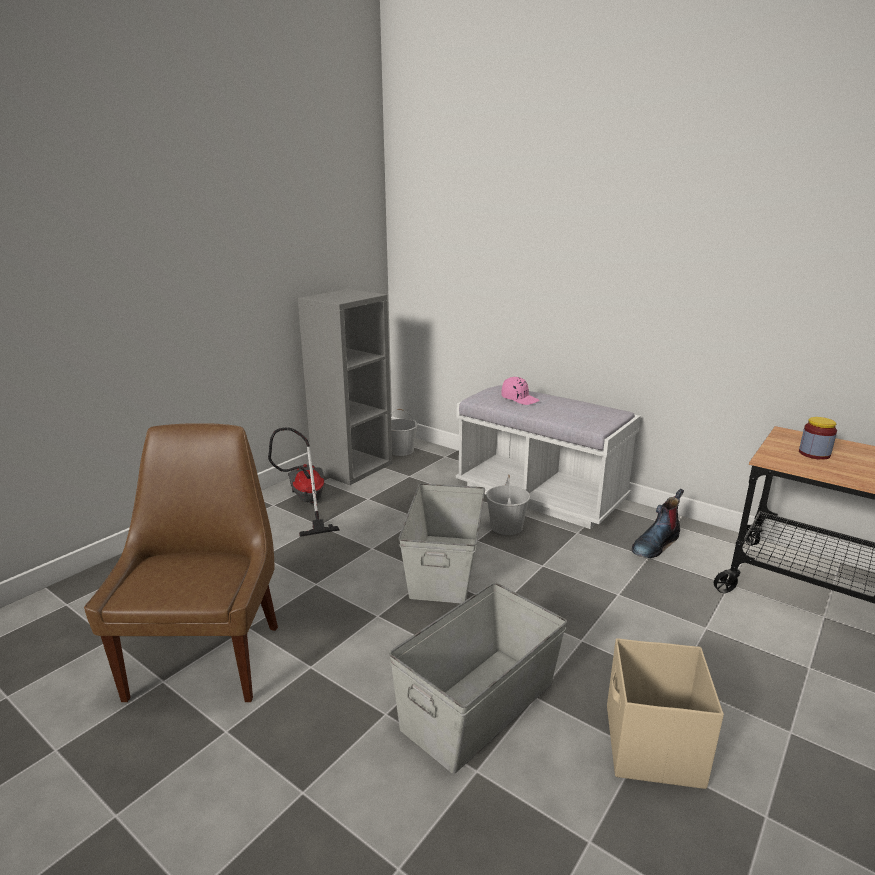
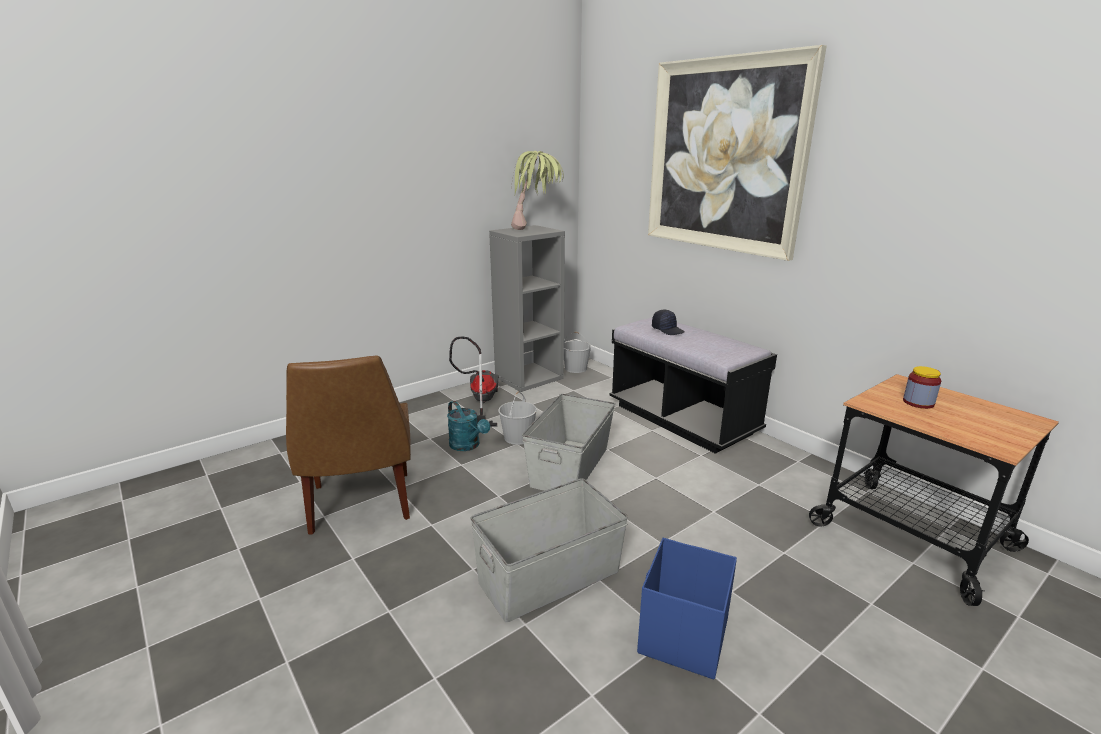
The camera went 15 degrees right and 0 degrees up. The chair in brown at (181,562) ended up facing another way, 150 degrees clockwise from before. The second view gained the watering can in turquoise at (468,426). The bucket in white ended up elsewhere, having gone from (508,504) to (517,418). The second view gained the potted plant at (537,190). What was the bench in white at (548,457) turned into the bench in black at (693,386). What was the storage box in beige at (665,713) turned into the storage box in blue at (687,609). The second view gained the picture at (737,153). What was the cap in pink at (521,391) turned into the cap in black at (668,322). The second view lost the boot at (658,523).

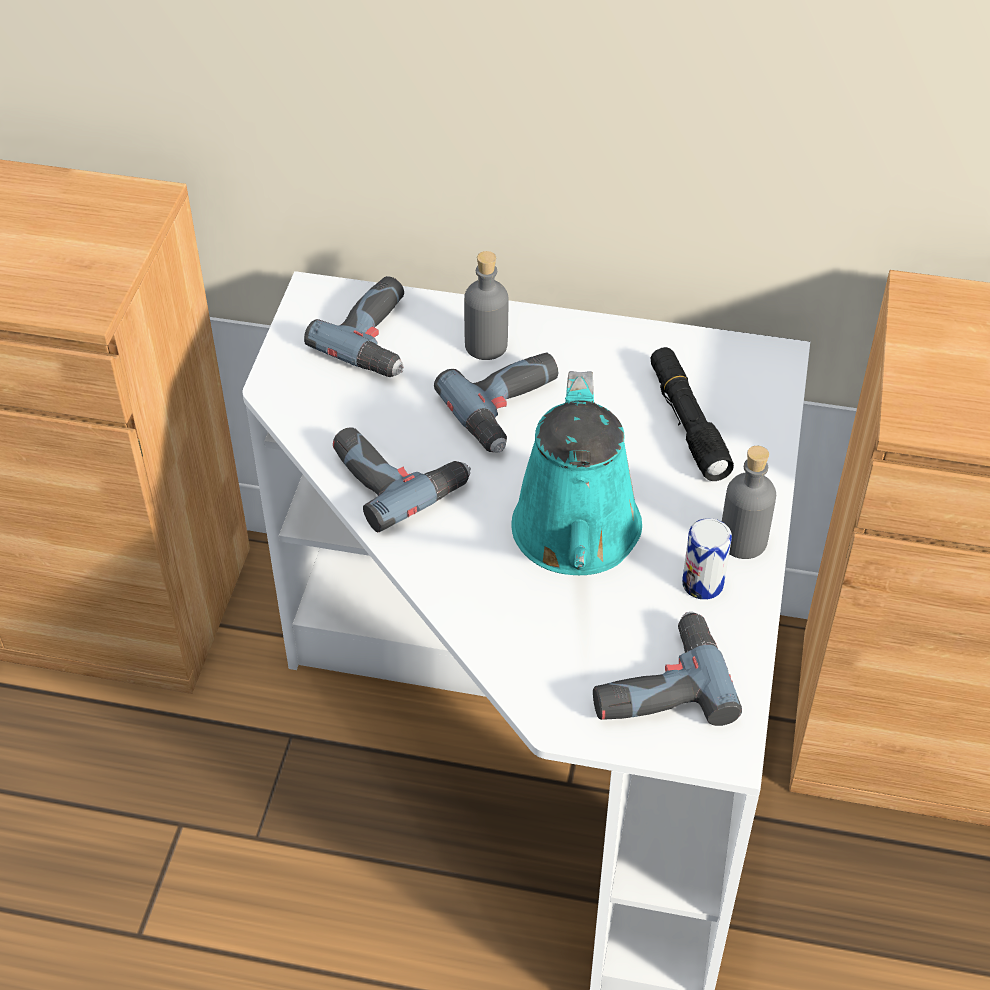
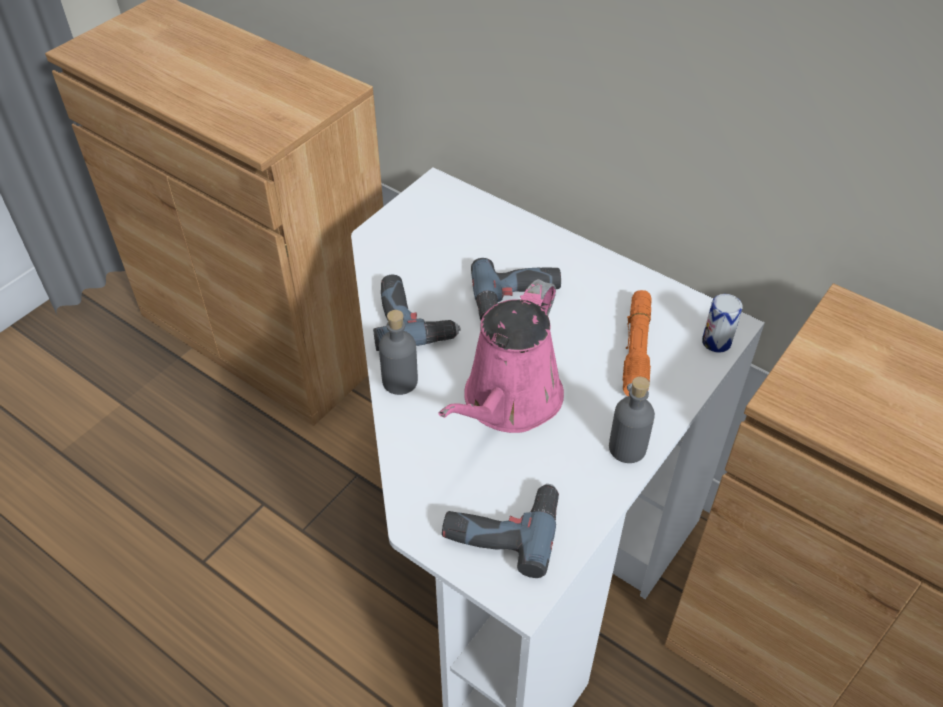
The camera went 25 degrees right and 0 degrees up. The bottle in grey ended up elsewhere, having gone from (486,305) to (398,352). What was the watering can in turquoise at (576,473) turned into the watering can in pink at (501,356). What was the flashlight in black at (692,414) turned into the flashlight in orange at (637,343). The can ended up elsewhere, having gone from (707,559) to (722,323). The second view lost the power drill at (354,326).

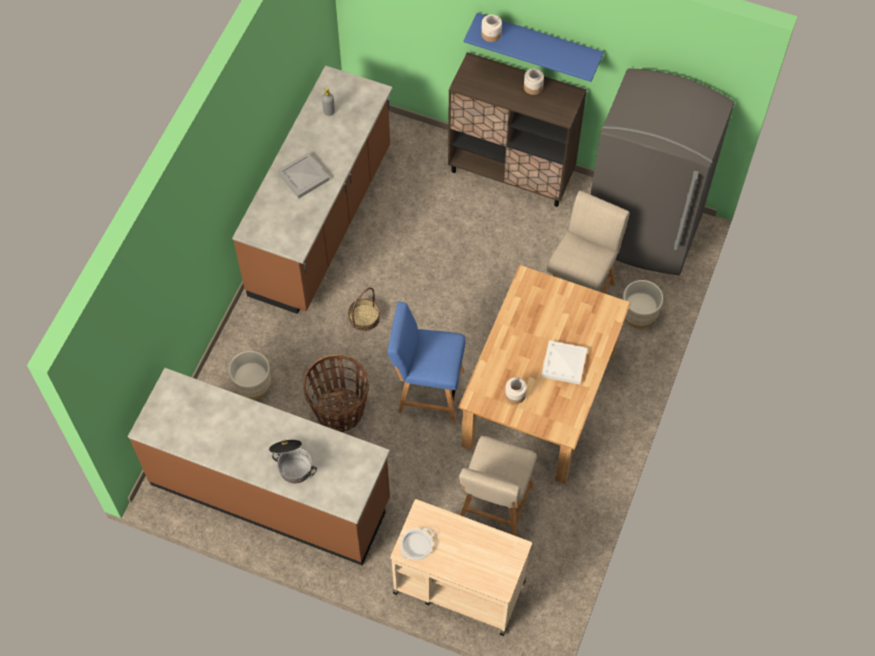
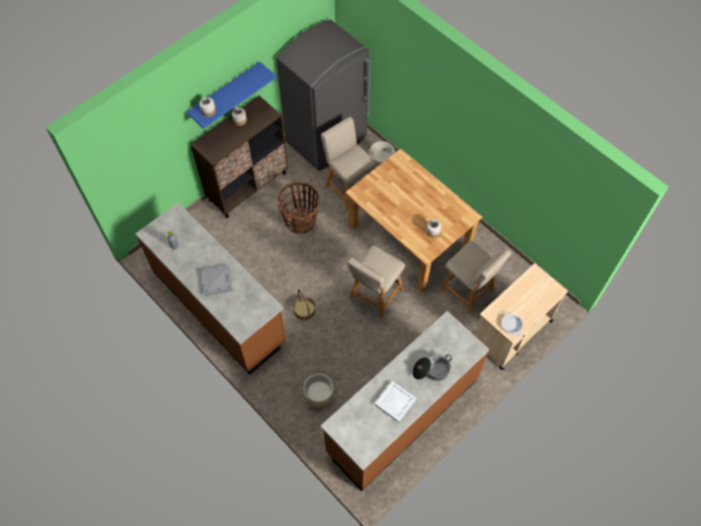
The camera went 65 degrees left and 0 degrees up. The basket ended up elsewhere, having gone from (336,393) to (298,208). What was the chair in blue at (426,362) turned into the chair in beige at (376,281). The tray in white ended up elsewhere, having gone from (564,362) to (395,402).

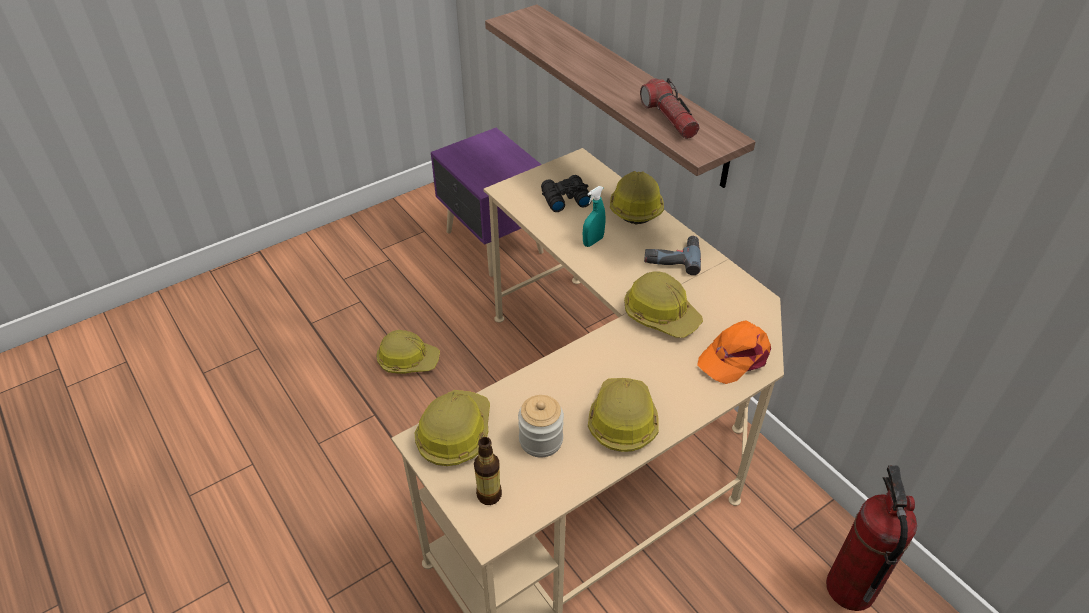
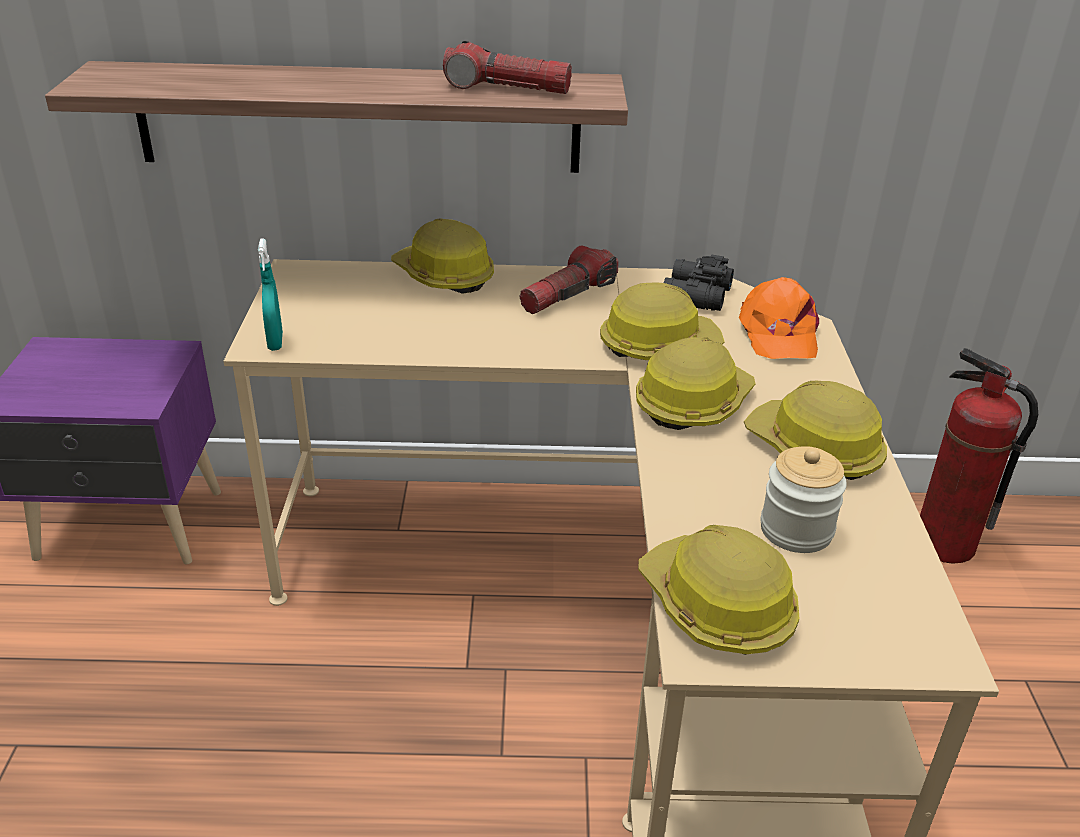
The camera went 55 degrees left and 10 degrees down. The spray bottle in turquoise ended up elsewhere, having gone from (594,216) to (270,294). Where the power drill stood at (672,255), the flashlight came to stand at (569,279). The hard hat ended up elsewhere, having gone from (408,352) to (695,383). The binoculars in black ended up elsewhere, having gone from (566,193) to (699,283). The second view lost the bottle at (488,471).

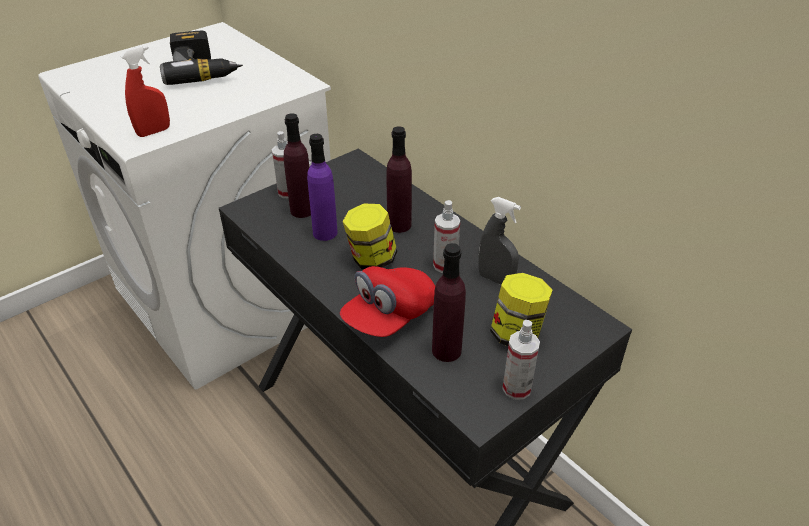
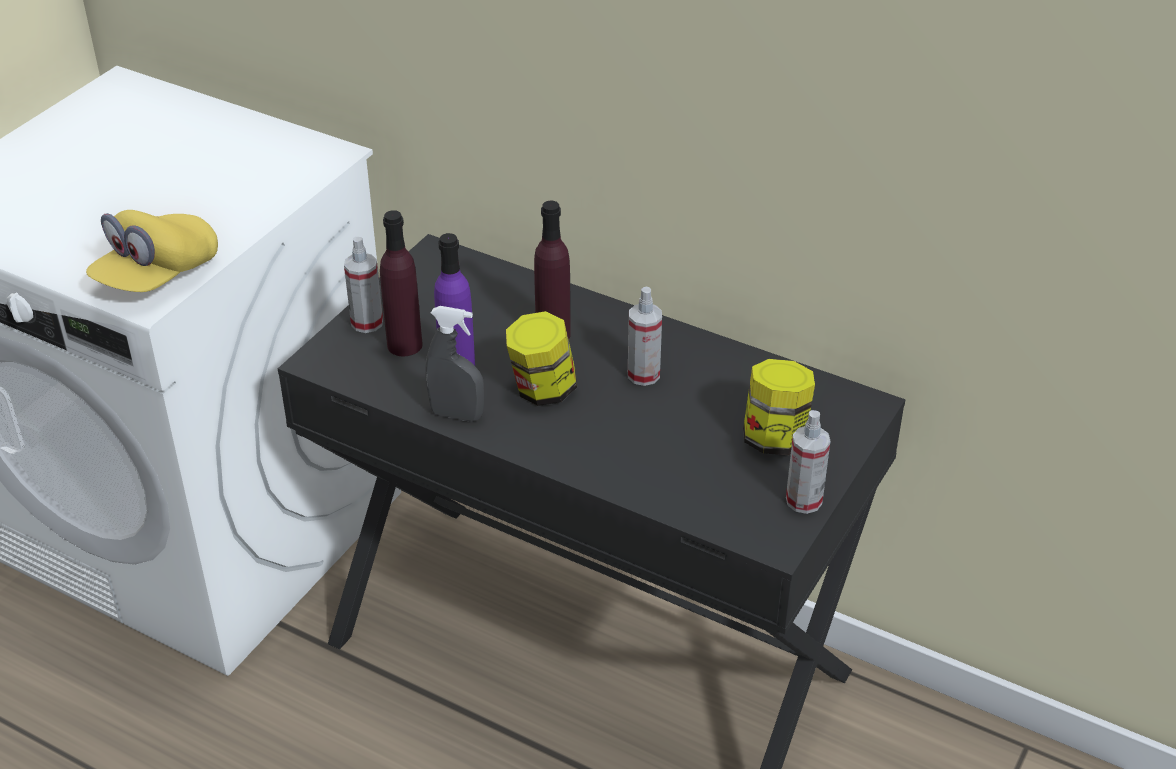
The camera went 20 degrees left and 0 degrees up. Where the spray bottle in red stood at (145,91), the cap in yellow came to stand at (152,251). The spray bottle in grey ended up elsewhere, having gone from (499,241) to (454,364). The second view lost the power drill at (201,58). The second view lost the cap in red at (388,301). The second view lost the bottle in purple at (449,302).

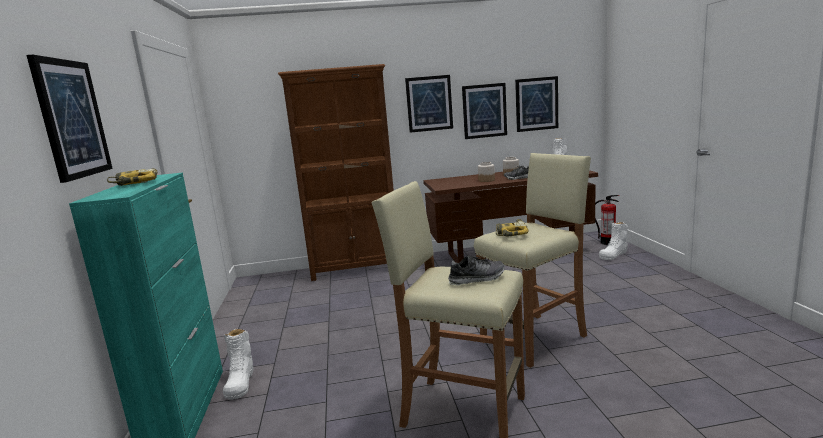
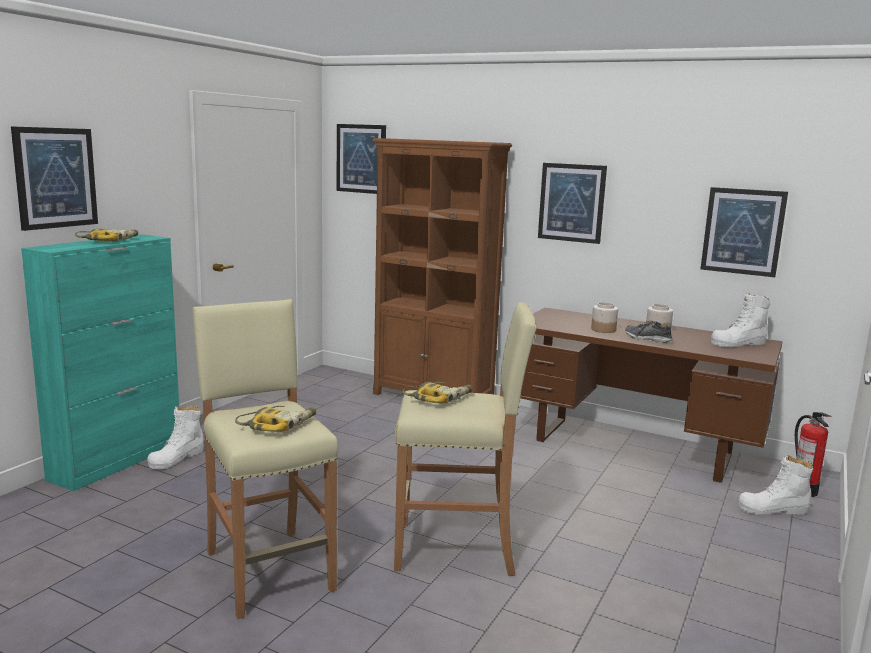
The camera went 35 degrees right and 0 degrees up. Where the shoe stood at (476,270), the power drill came to stand at (275,419). The picture ended up elsewhere, having gone from (484,111) to (361,159).

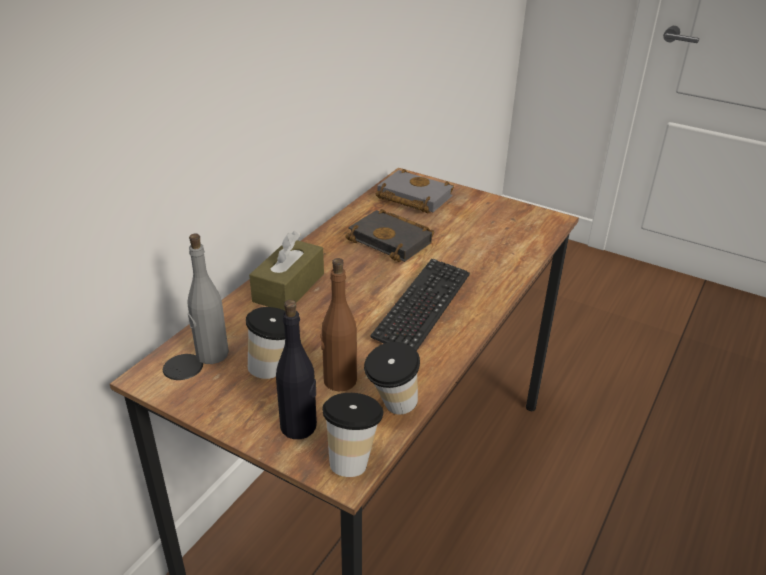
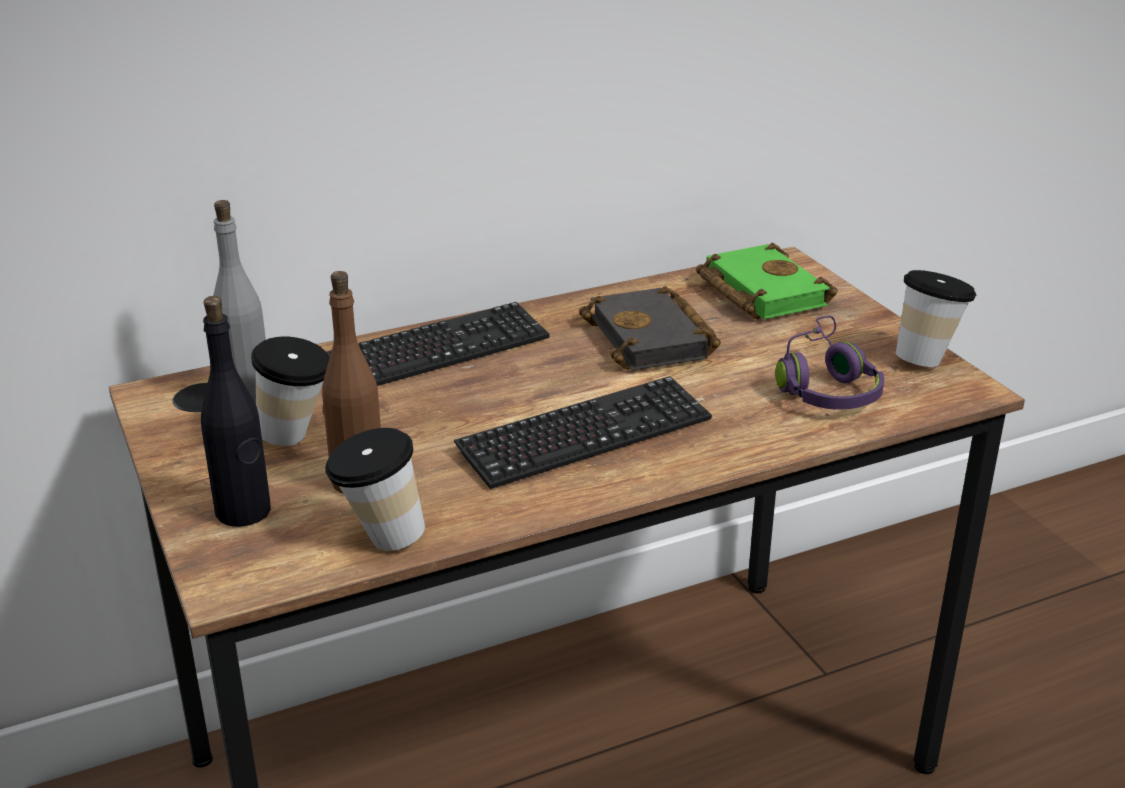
The camera went 35 degrees right and 5 degrees down. Where the tissue box in brown stood at (286,270), the keyboard came to stand at (438,344). What was the book in grey at (415,191) turned into the book in green at (767,281). The second view gained the headphones in purple at (829,363). The cup ended up elsewhere, having gone from (352,435) to (936,318).

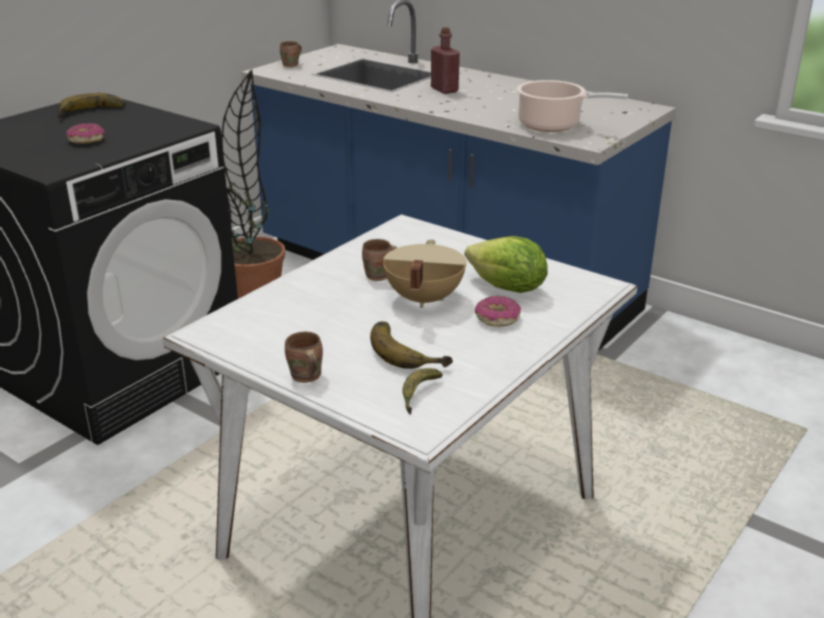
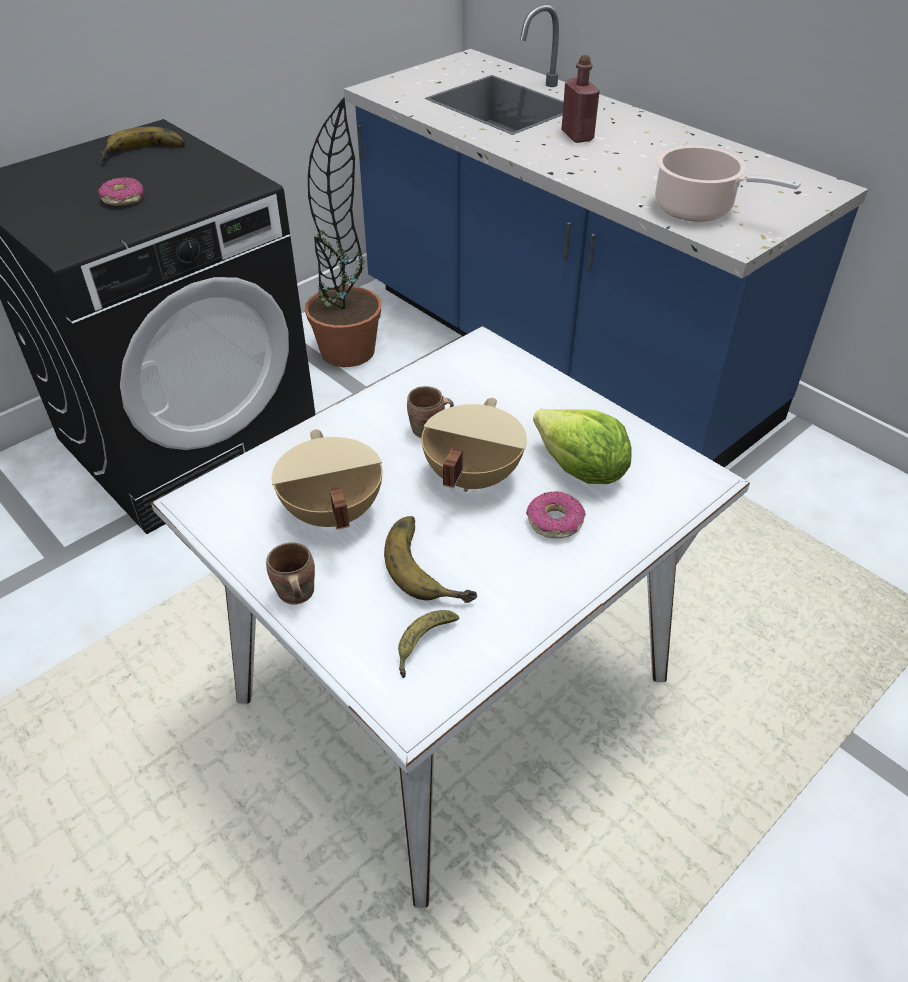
The camera went 10 degrees right and 15 degrees up. The second view gained the cooking pot in beige at (327,479). The second view lost the mug in brown at (291,54).

